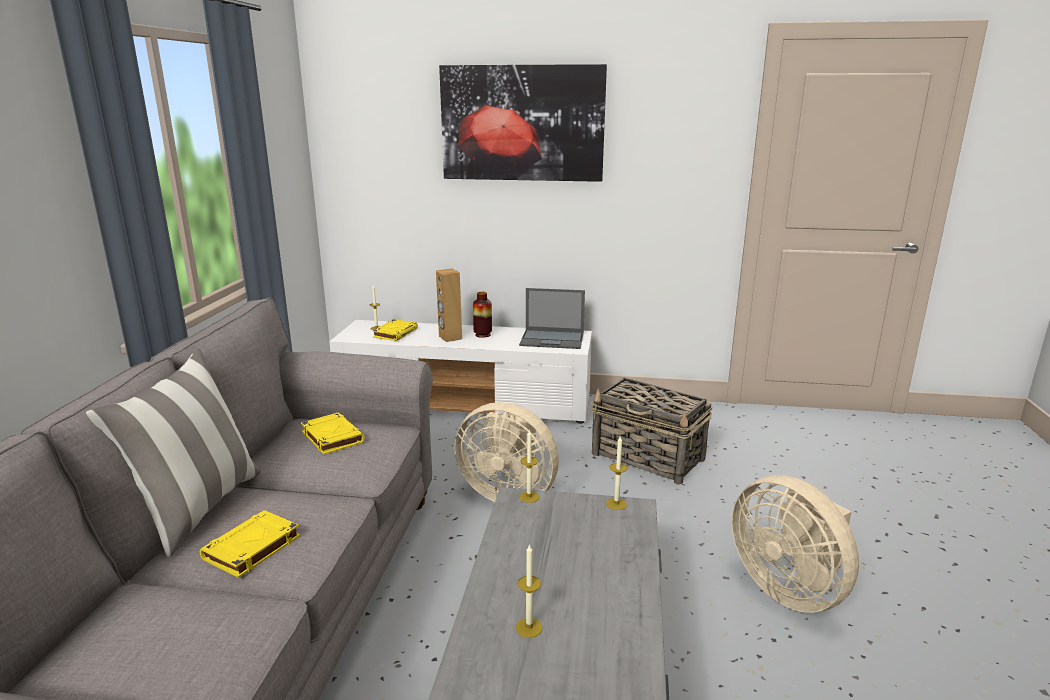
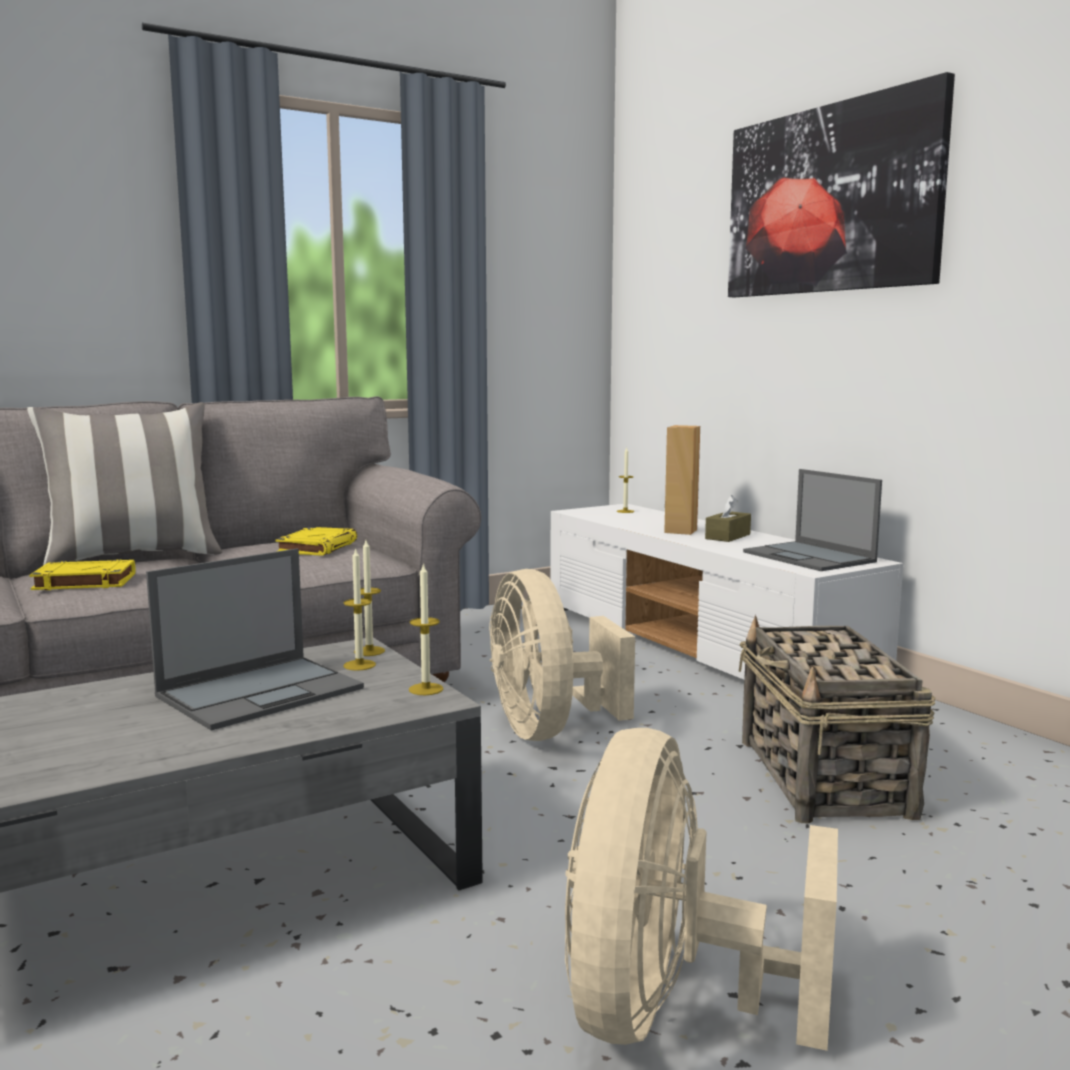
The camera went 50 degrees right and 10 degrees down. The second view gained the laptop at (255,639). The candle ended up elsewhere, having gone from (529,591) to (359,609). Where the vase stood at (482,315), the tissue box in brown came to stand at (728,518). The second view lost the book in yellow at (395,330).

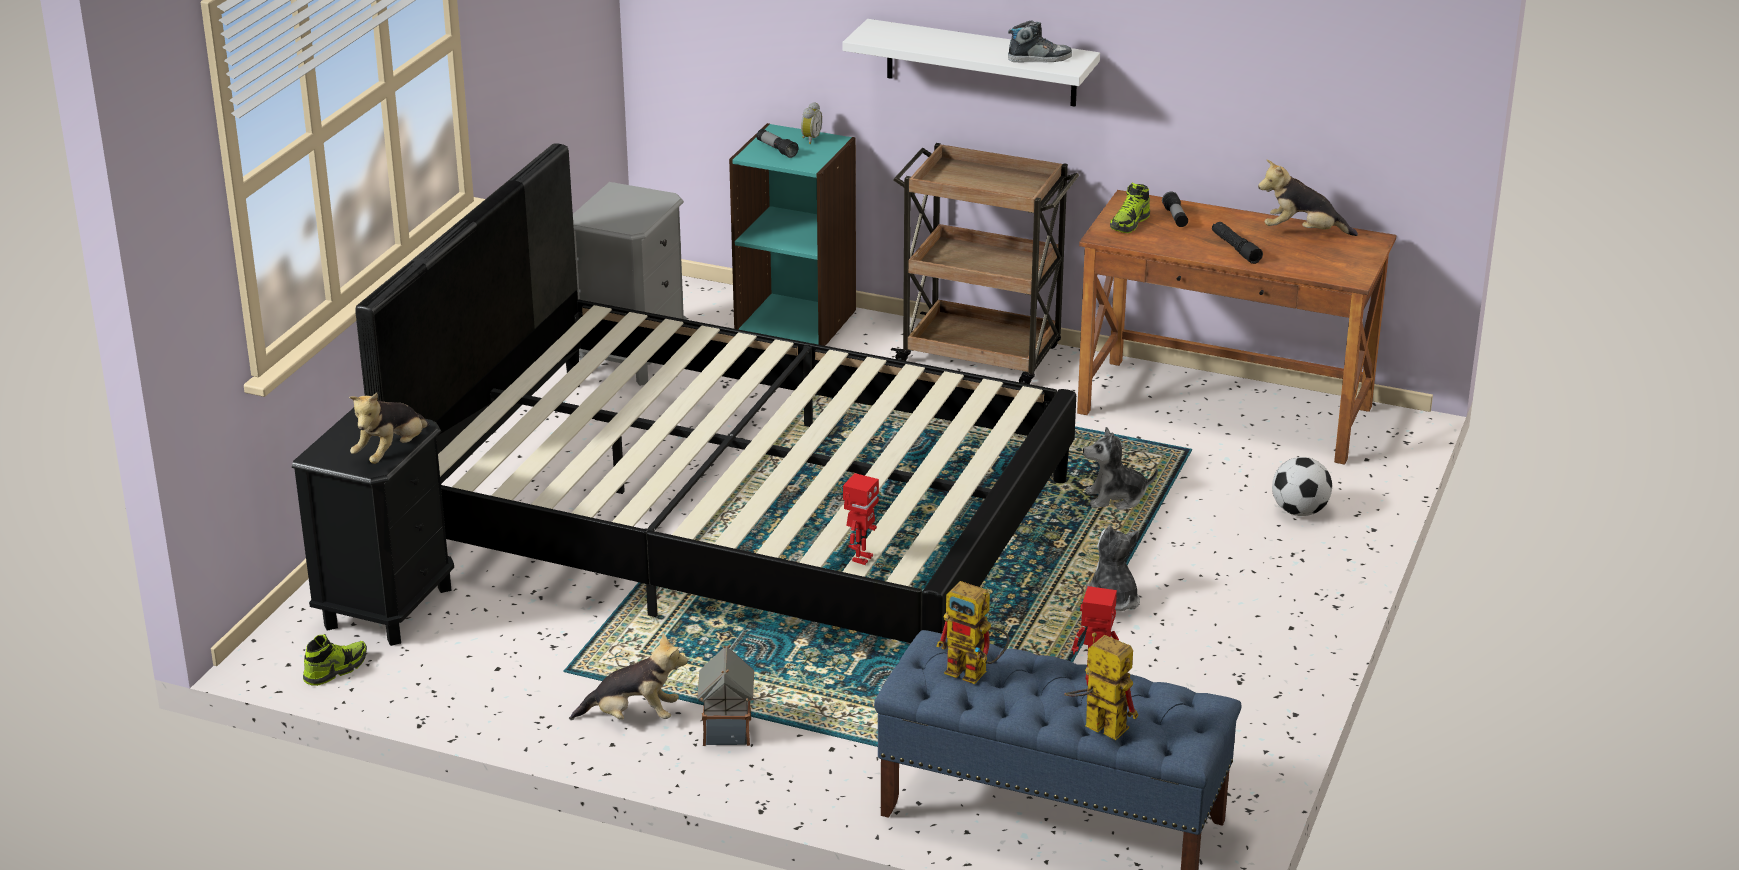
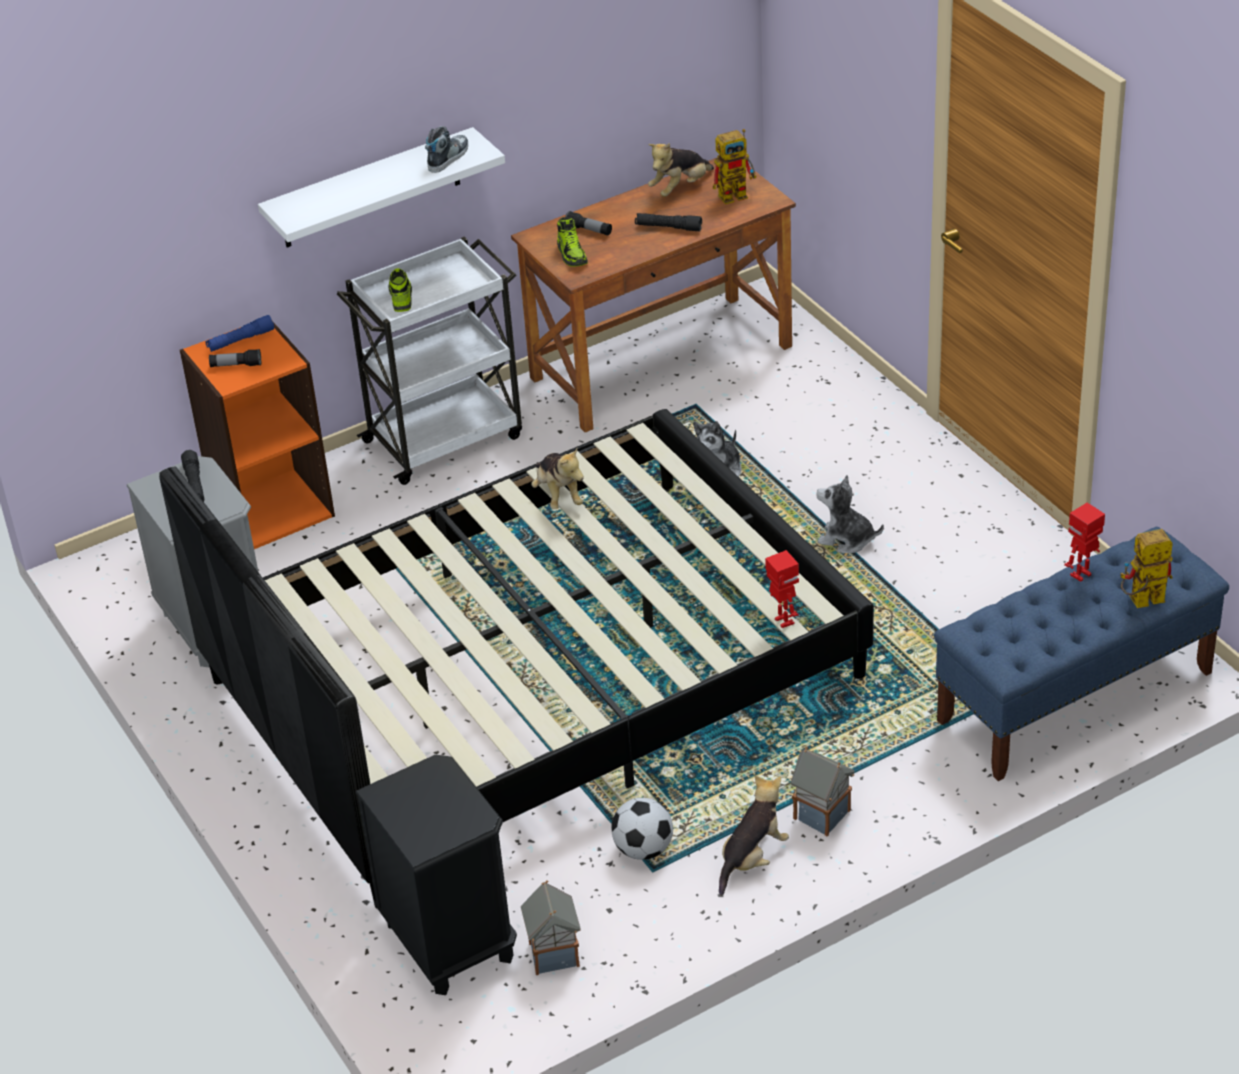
The camera went 50 degrees left and 10 degrees up. What was the bookcase in turquoise at (792,234) turned into the bookcase in orange at (257,435). The second view gained the flashlight in black at (192,476). Where the alarm clock stood at (811,123), the flashlight in blue came to stand at (240,333). What was the cart in brown at (985,263) turned into the cart in white at (429,361). The shoe ended up elsewhere, having gone from (335,660) to (400,290). The second view gained the toy house at (551,927). The plush toy ended up elsewhere, having gone from (389,428) to (557,479). The football ended up elsewhere, having gone from (1302,486) to (642,829). The toy robot ended up elsewhere, having gone from (972,632) to (735,166).

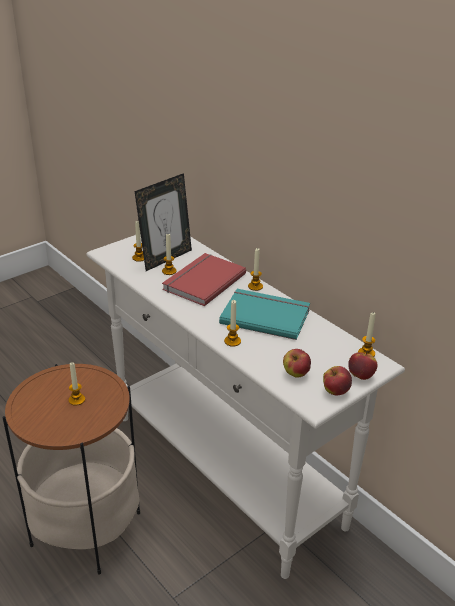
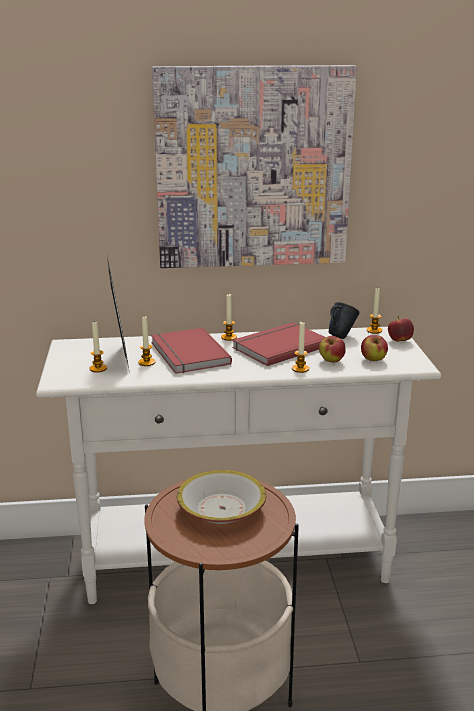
The camera went 55 degrees left and 10 degrees down. The second view gained the picture at (254,166). Where the candle stood at (77,384), the bowl came to stand at (221,497). What was the book in turquoise at (264,314) turned into the book in red at (279,344). The apple ended up elsewhere, having gone from (337,380) to (332,349). The second view gained the mug in blue at (344,320).

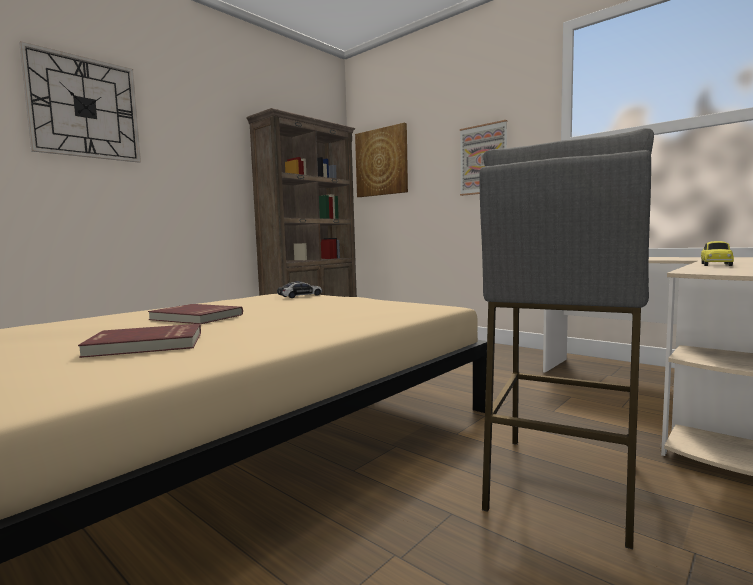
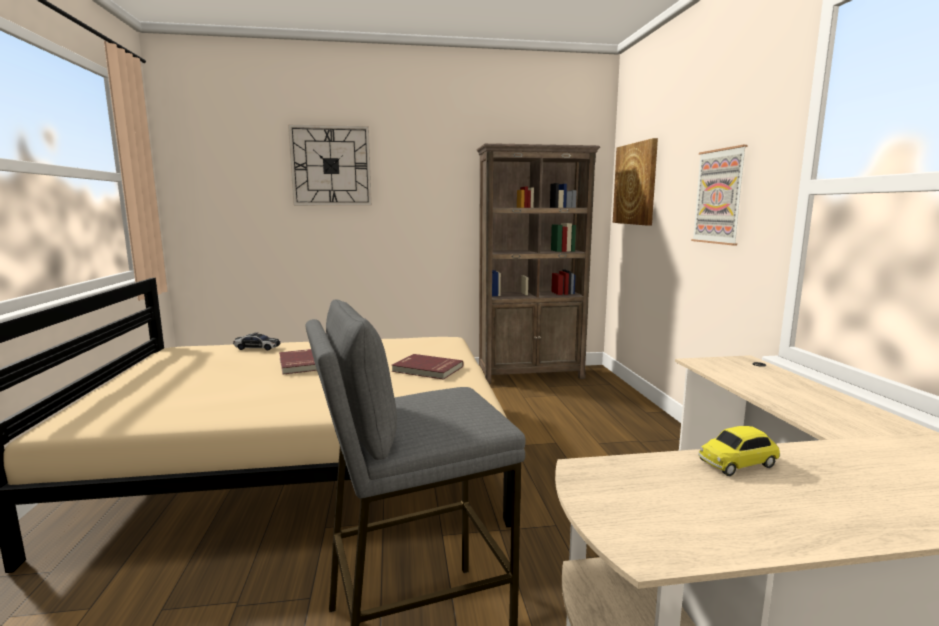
The camera went 40 degrees right and 5 degrees up. The toy car ended up elsewhere, having gone from (299,289) to (256,341). The book in red ended up elsewhere, having gone from (139,341) to (428,367).

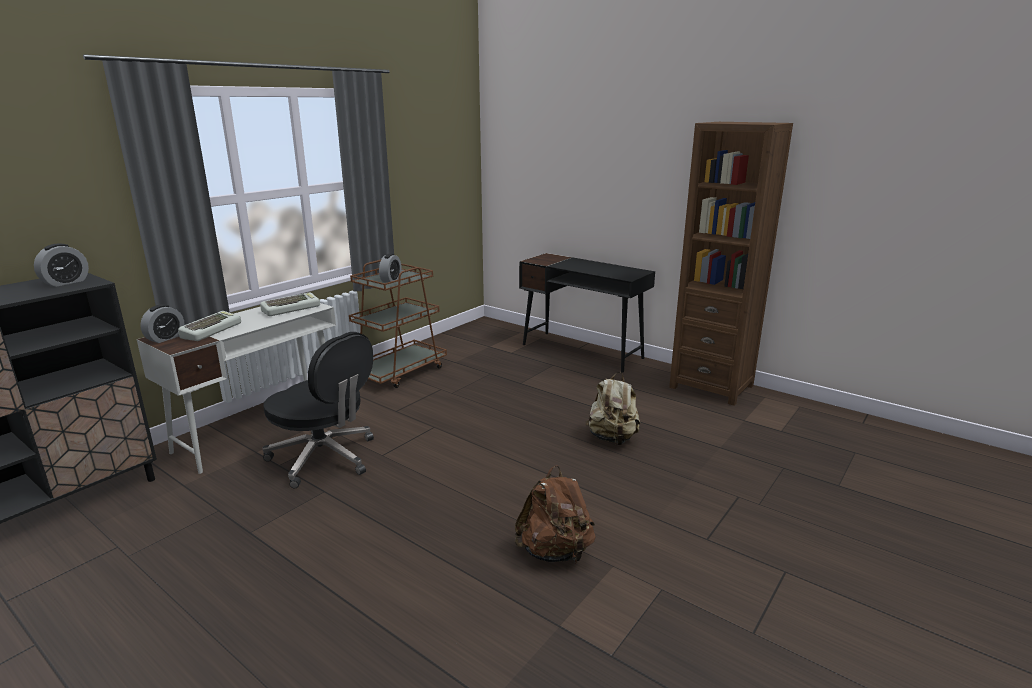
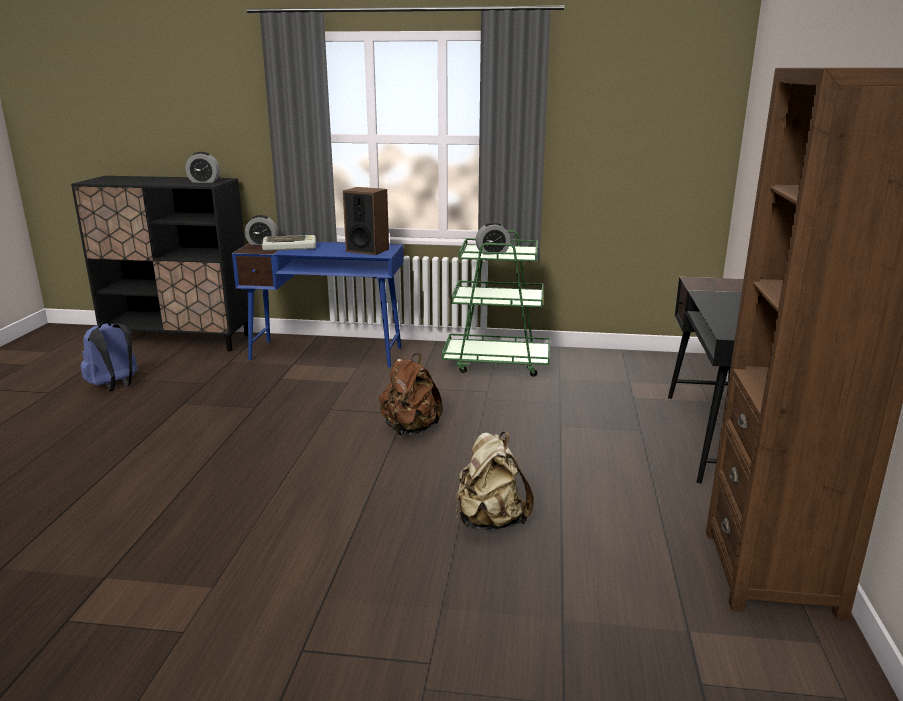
The camera went 60 degrees right and 0 degrees up. The second view gained the backpack in blue at (109,356). What was the desk in white at (236,388) turned into the desk in blue at (318,304). Where the keyboard stood at (290,304), the speaker came to stand at (366,221). The backpack in brown ended up elsewhere, having gone from (555,514) to (411,394). What was the cart in brown at (398,324) turned into the cart in green at (496,303). The second view lost the office chair in black at (318,410).

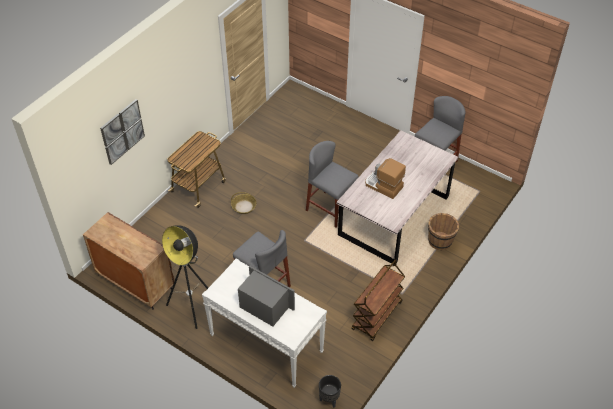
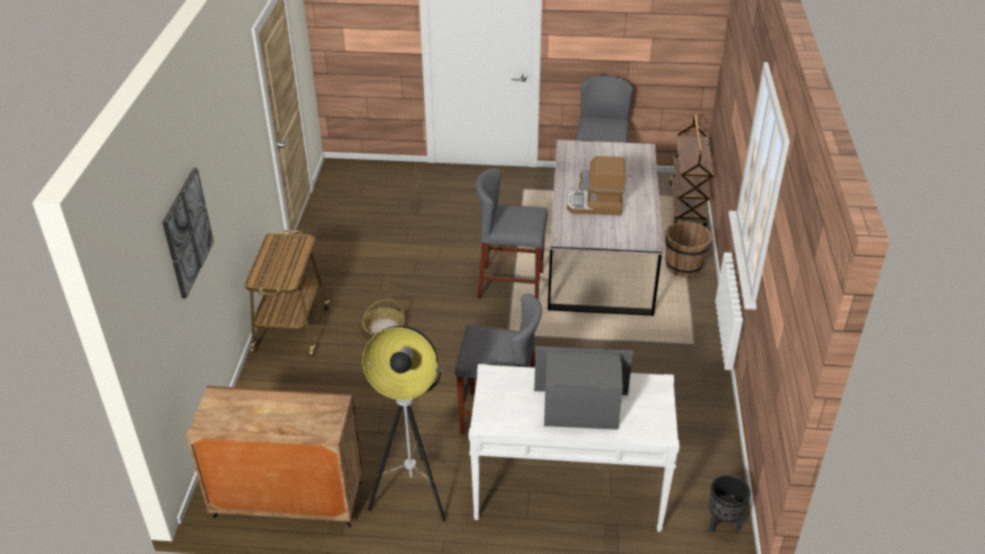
The camera went 30 degrees left and 10 degrees down. The cart in brown ended up elsewhere, having gone from (378,300) to (692,170).

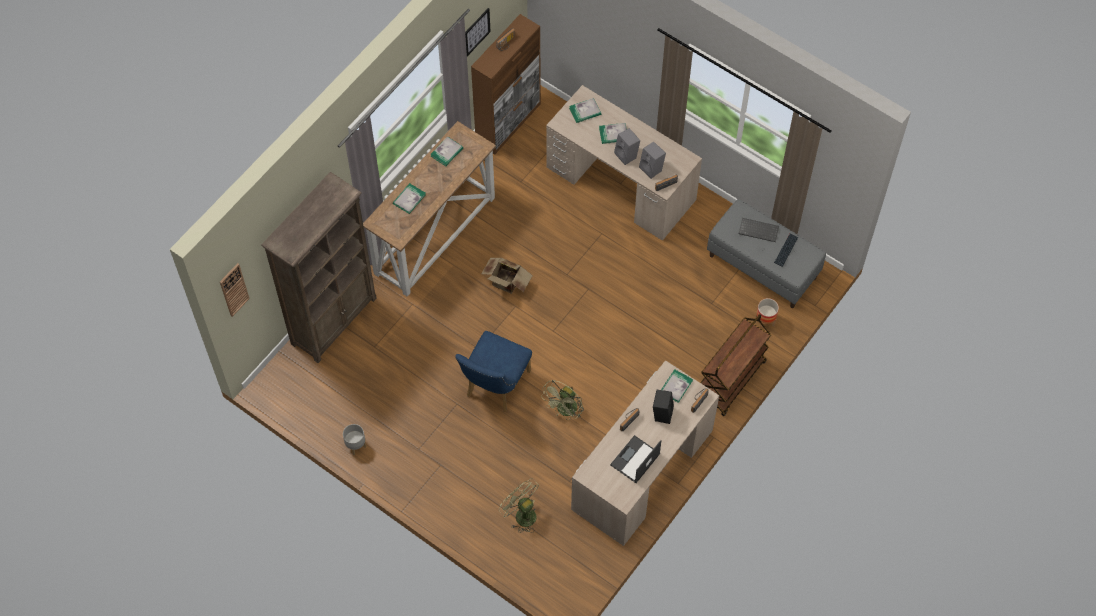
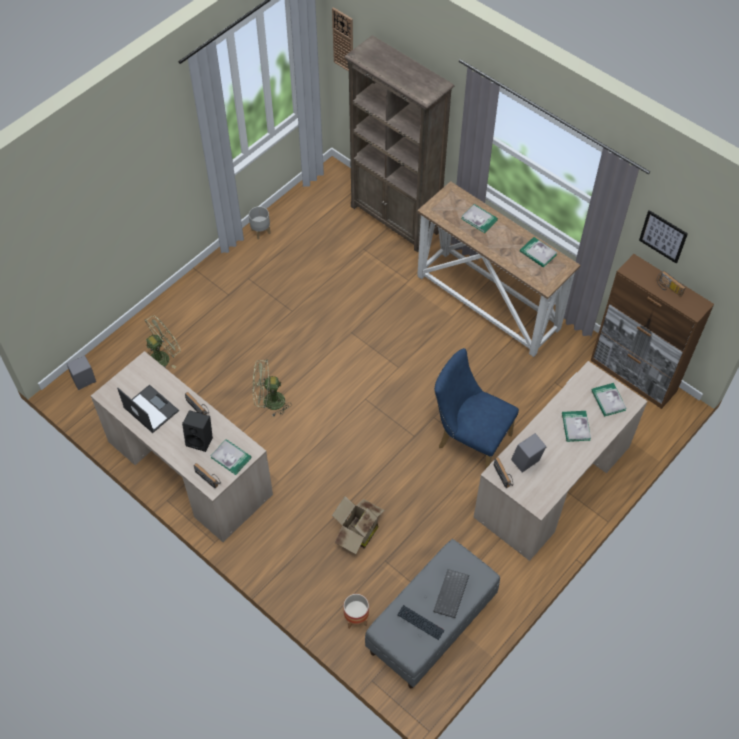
The camera went 95 degrees right and 5 degrees down. The speaker in grey ended up elsewhere, having gone from (627,146) to (81,372). The fan in green at (562,400) ended up facing another way, 45 degrees counterclockwise from before. The cardboard box ended up elsewhere, having gone from (507,276) to (358,525). The chair in blue ended up elsewhere, having gone from (493,371) to (476,408). The second view lost the cart in brown at (735,365).

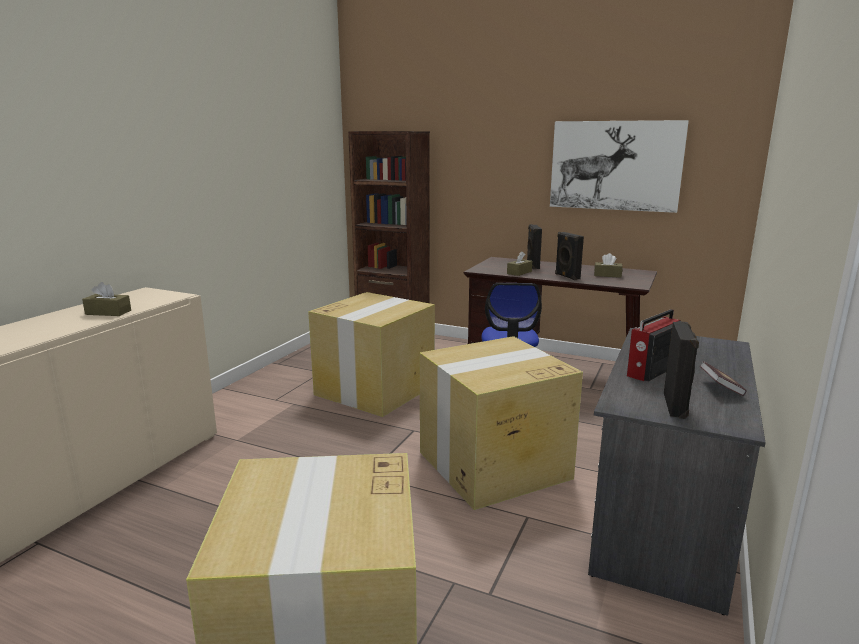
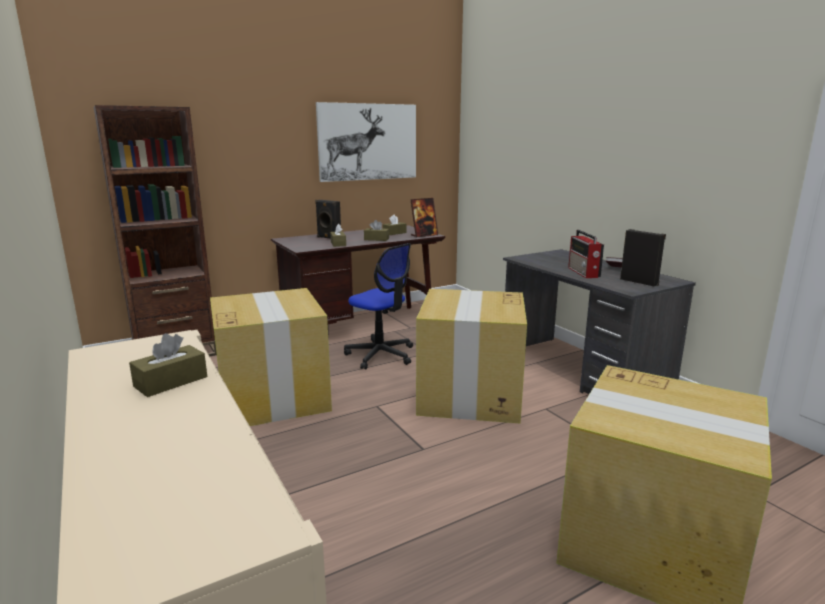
The camera went 55 degrees left and 0 degrees up. Where the speaker in black stood at (569,256), the tissue box in brown came to stand at (376,230). The second view gained the picture frame at (424,217).

